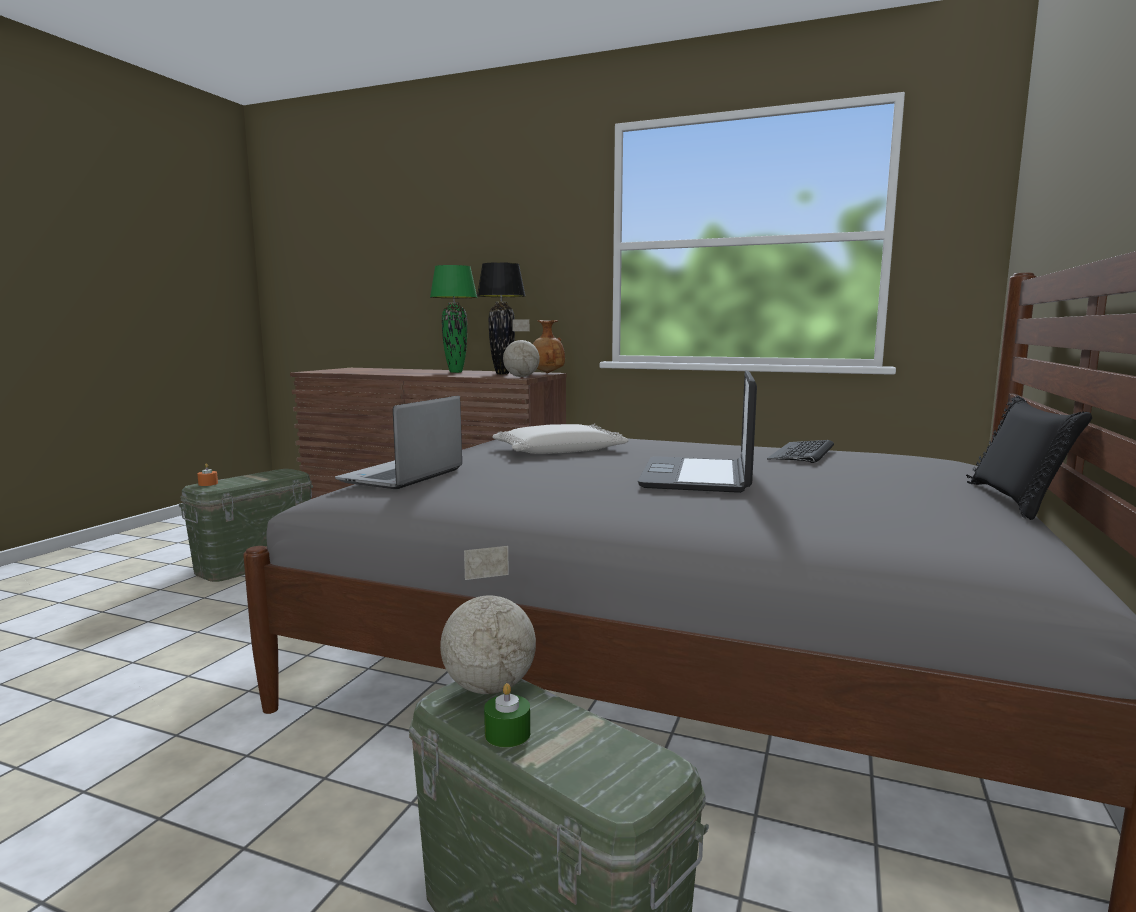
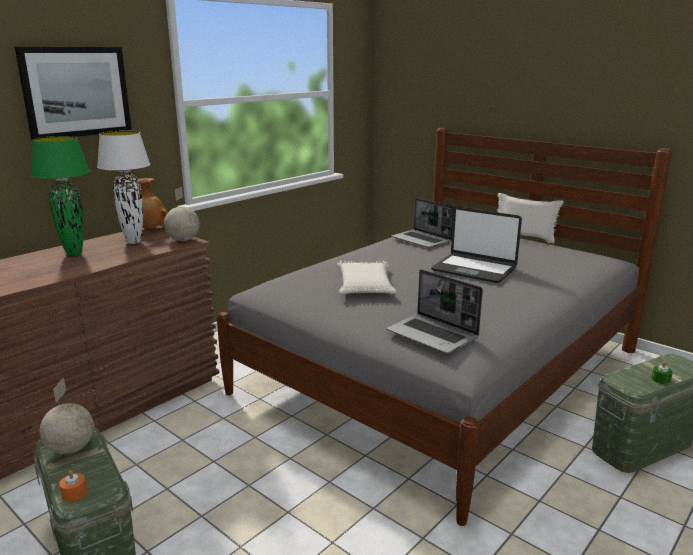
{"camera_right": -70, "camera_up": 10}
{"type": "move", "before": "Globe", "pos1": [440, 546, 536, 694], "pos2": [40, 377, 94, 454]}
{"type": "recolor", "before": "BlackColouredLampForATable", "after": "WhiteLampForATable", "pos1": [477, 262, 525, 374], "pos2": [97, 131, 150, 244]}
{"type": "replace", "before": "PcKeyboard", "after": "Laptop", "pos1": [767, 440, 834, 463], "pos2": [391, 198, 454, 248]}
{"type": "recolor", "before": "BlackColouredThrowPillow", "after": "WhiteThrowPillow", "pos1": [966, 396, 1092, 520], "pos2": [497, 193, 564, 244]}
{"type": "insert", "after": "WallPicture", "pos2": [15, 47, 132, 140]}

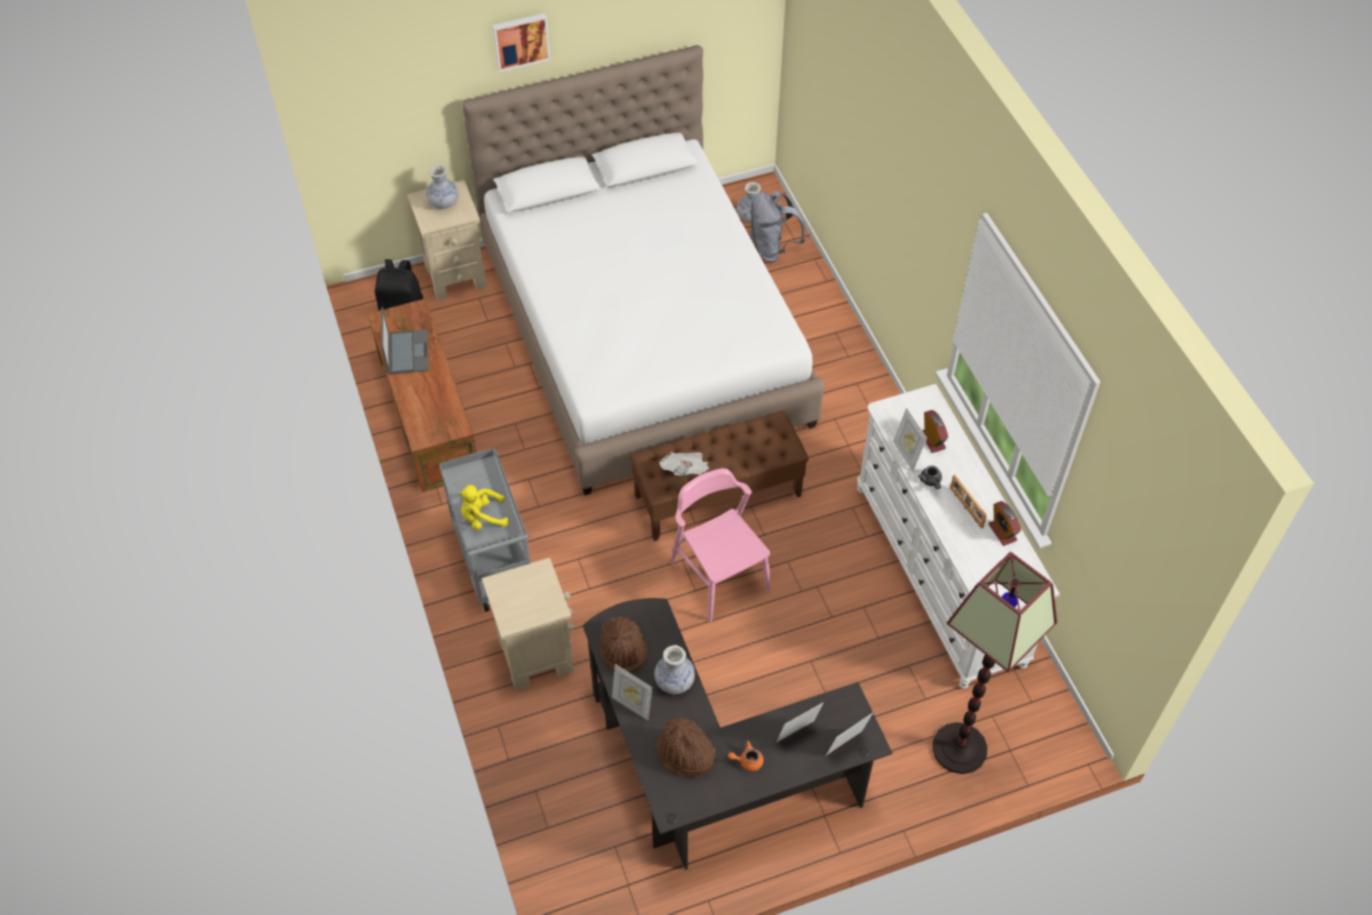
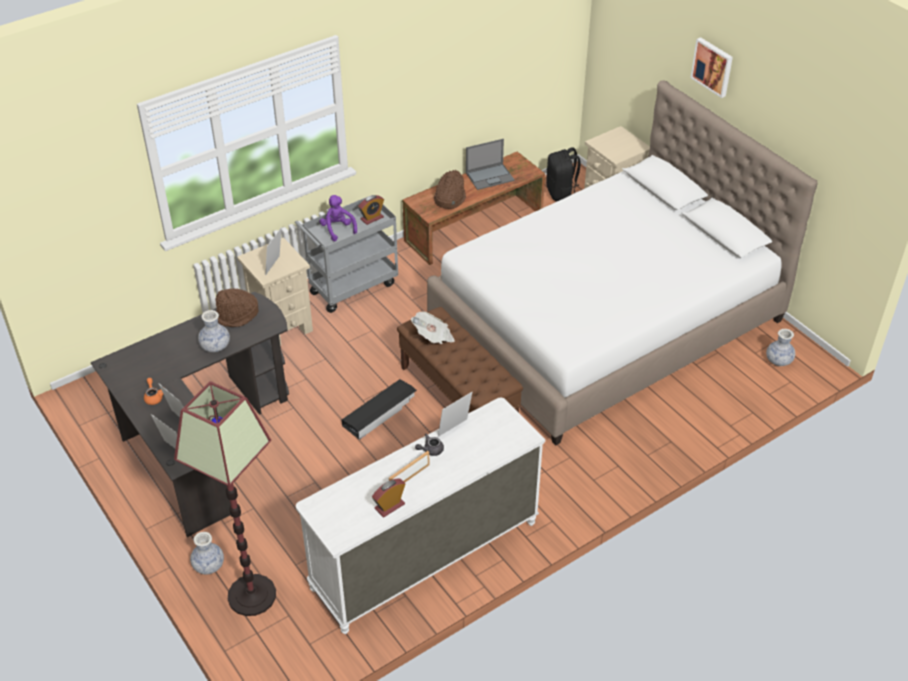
{"camera_right": 75, "camera_up": -10}
{"type": "move", "before": "FlowerVase", "pos1": [426, 165, 459, 209], "pos2": [190, 532, 224, 575]}
{"type": "recolor", "before": "YellowishPlushToy", "after": "PurplishPlushToy", "pos1": [458, 485, 509, 530], "pos2": [319, 195, 357, 241]}
{"type": "move", "before": "StandingFrame", "pos1": [612, 664, 652, 721], "pos2": [265, 227, 282, 275]}
{"type": "move", "before": "BrownWearableHat", "pos1": [656, 717, 715, 778], "pos2": [434, 170, 466, 209]}
{"type": "replace", "before": "PinkUprightChair", "after": "BlackColouredStorageBin", "pos1": [671, 468, 770, 622], "pos2": [342, 379, 417, 440]}
{"type": "delete", "before": "GreyRucksack", "pos1": [750, 191, 805, 262]}
{"type": "move", "before": "BedsideClock", "pos1": [922, 410, 948, 453], "pos2": [358, 195, 384, 225]}

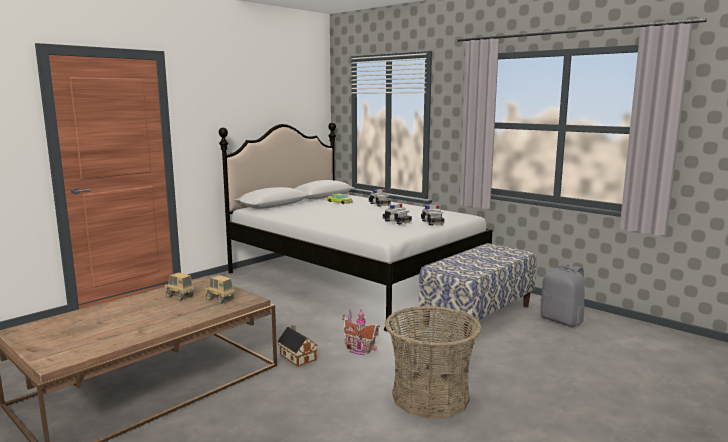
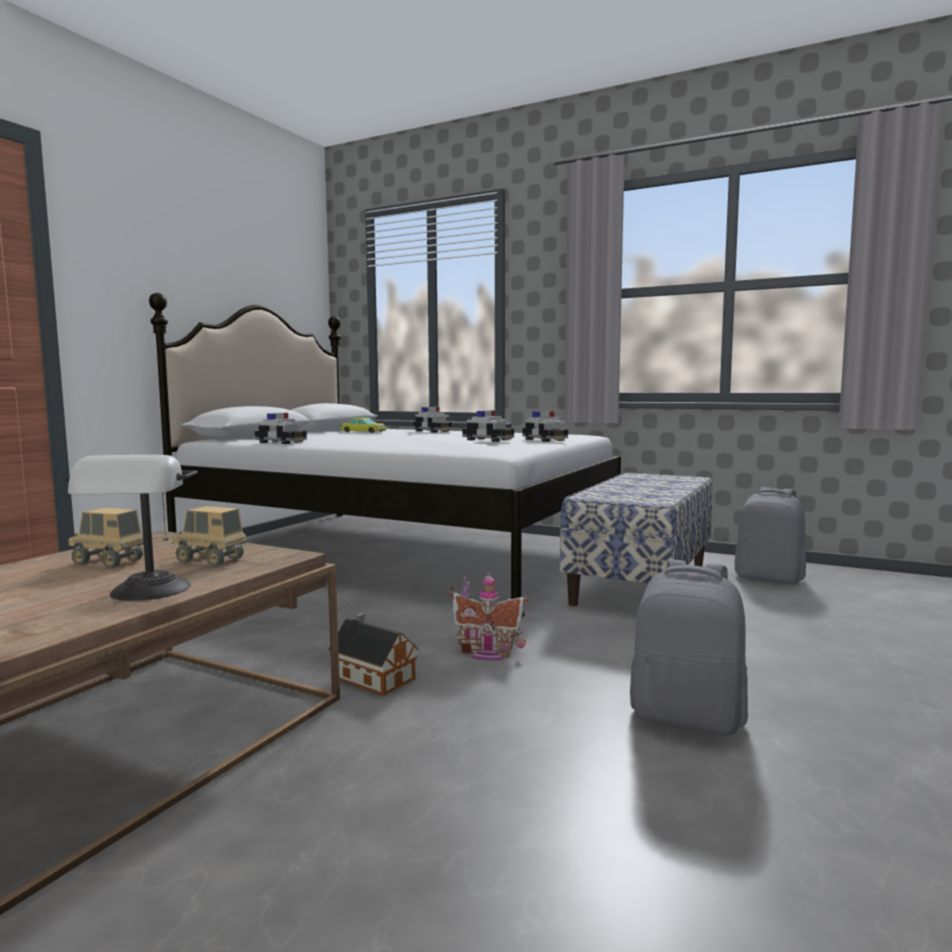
{"camera_right": -15, "camera_up": -5}
{"type": "replace", "before": "StorageBasket", "after": "GreyRucksack", "pos1": [385, 306, 482, 419], "pos2": [630, 560, 748, 735]}
{"type": "insert", "after": "LampForATable", "pos2": [65, 455, 198, 601]}
{"type": "insert", "after": "ModelCar", "pos2": [255, 413, 307, 444]}

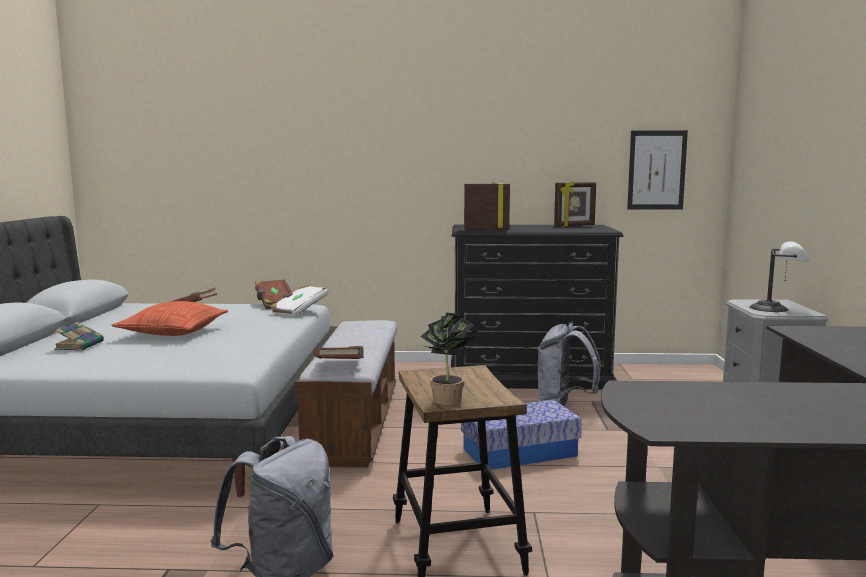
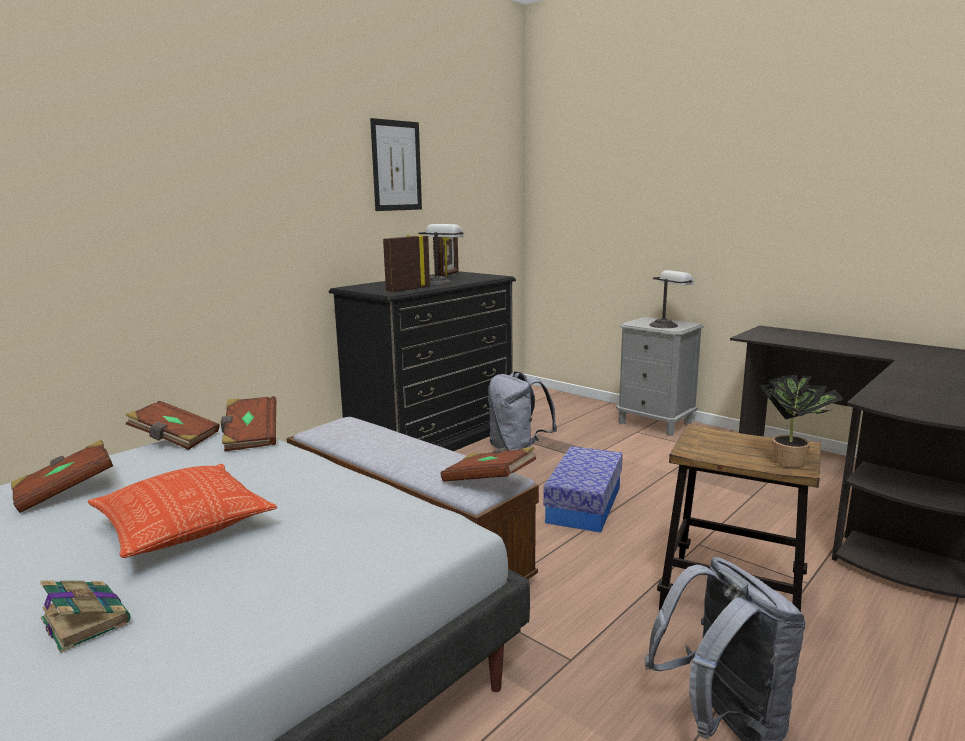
{"camera_right": -50, "camera_up": 5}
{"type": "recolor", "before": "WhiteVolume", "after": "BrownVolume", "pos1": [270, 285, 328, 316], "pos2": [221, 396, 276, 451]}
{"type": "move", "before": "WallPicture", "pos1": [627, 130, 688, 210], "pos2": [370, 118, 422, 211]}
{"type": "insert", "after": "LampForATable", "pos2": [418, 224, 464, 285]}

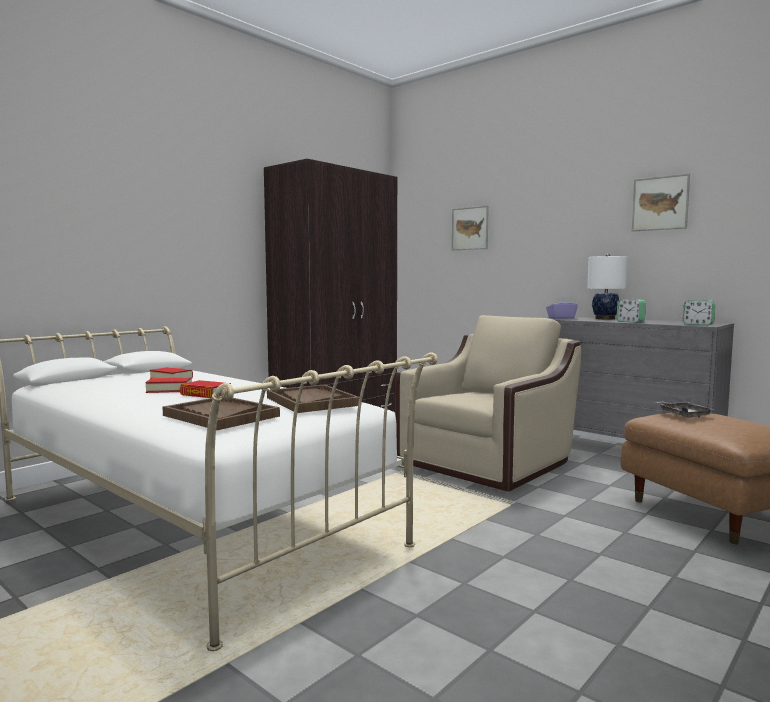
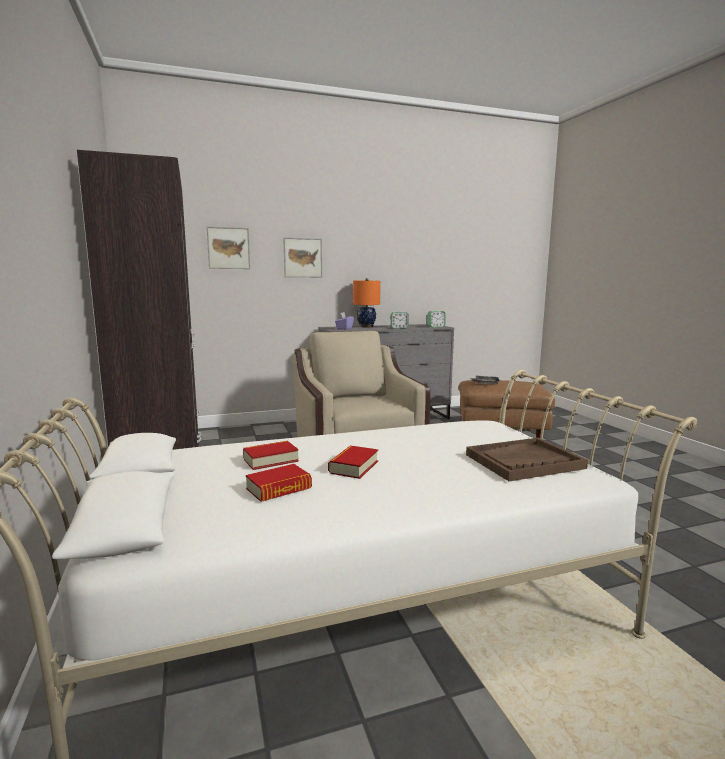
{"camera_right": -60, "camera_up": 5}
{"type": "move", "before": "Volume", "pos1": [180, 380, 231, 398], "pos2": [246, 464, 312, 502]}
{"type": "delete", "before": "BrownTray", "pos1": [267, 385, 360, 413]}
{"type": "recolor", "before": "WhiteLampForATable", "after": "OrangeLampForATable", "pos1": [587, 254, 628, 319], "pos2": [353, 278, 380, 327]}
{"type": "move", "before": "WallPicture", "pos1": [632, 173, 690, 232], "pos2": [283, 238, 322, 278]}

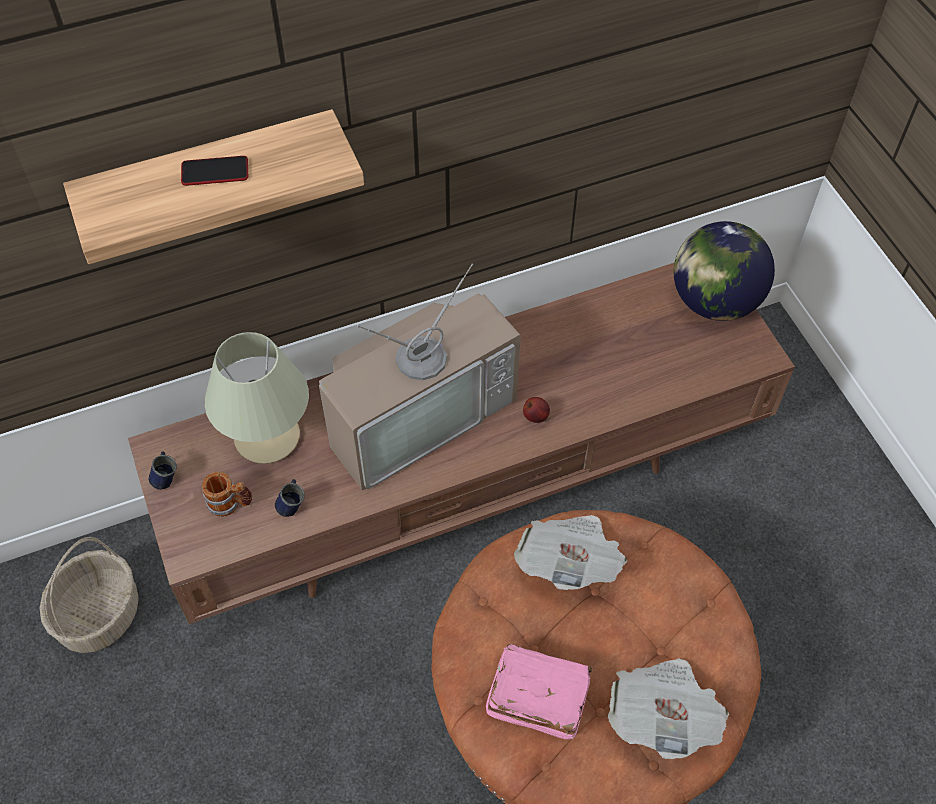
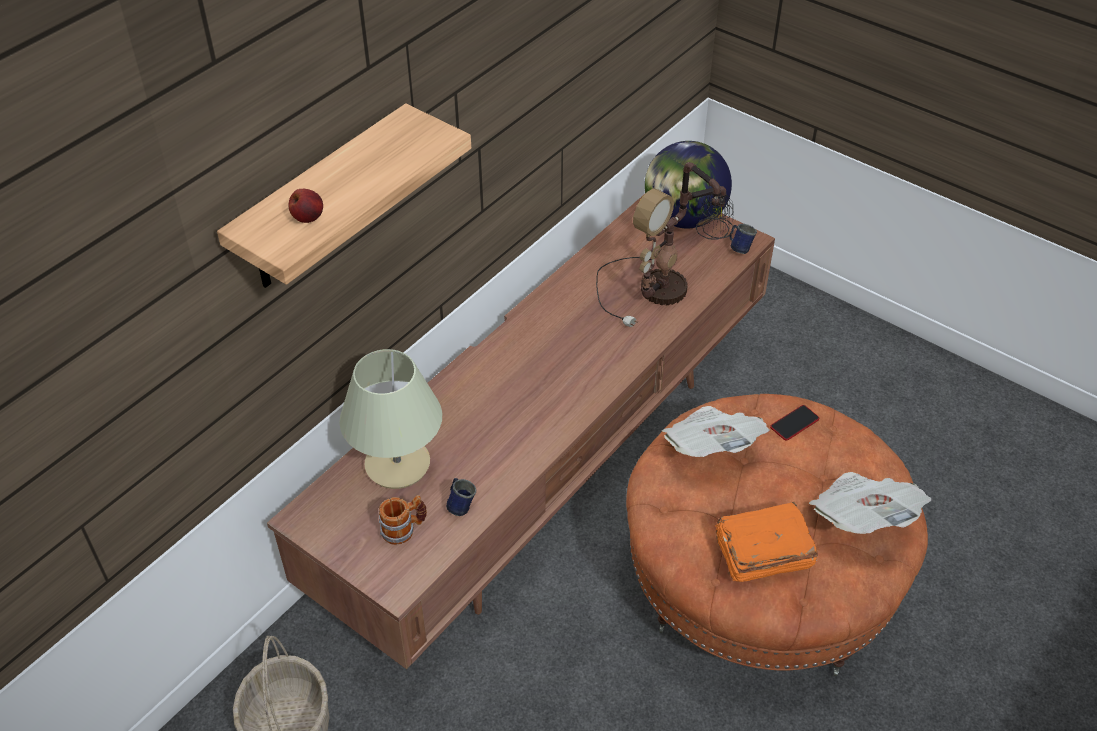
{"camera_right": -30, "camera_up": -10}
{"type": "move", "before": "BluishMug", "pos1": [149, 451, 177, 490], "pos2": [729, 224, 757, 254]}
{"type": "move", "before": "Phone", "pos1": [181, 156, 248, 186], "pos2": [770, 405, 819, 441]}
{"type": "delete", "before": "Tv", "pos1": [319, 264, 521, 490]}
{"type": "recolor", "before": "PinkVolume", "after": "OrangeVolume", "pos1": [486, 644, 593, 739], "pos2": [715, 502, 818, 582]}
{"type": "move", "before": "AppleFruit", "pos1": [523, 397, 550, 423], "pos2": [289, 189, 323, 223]}
{"type": "insert", "after": "LampForATable", "pos2": [596, 162, 734, 327]}

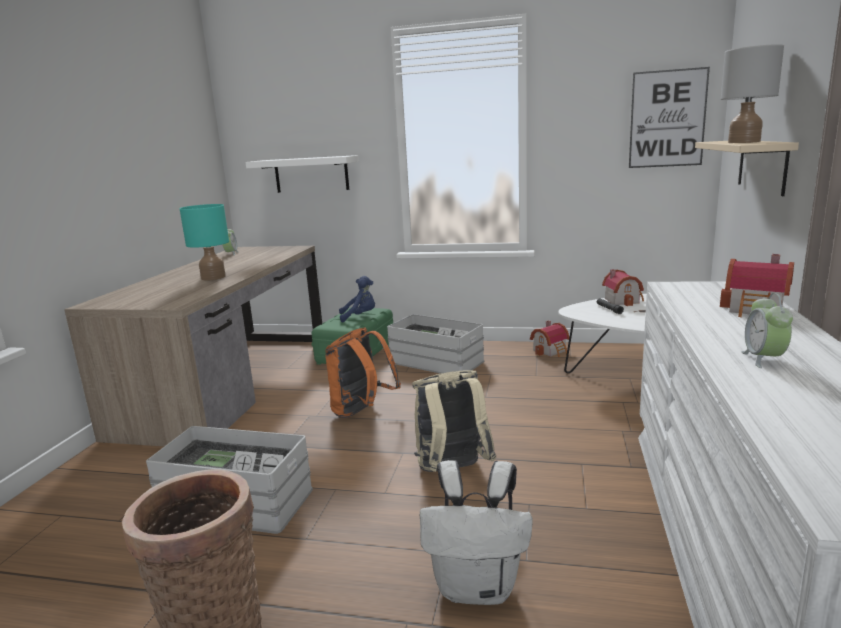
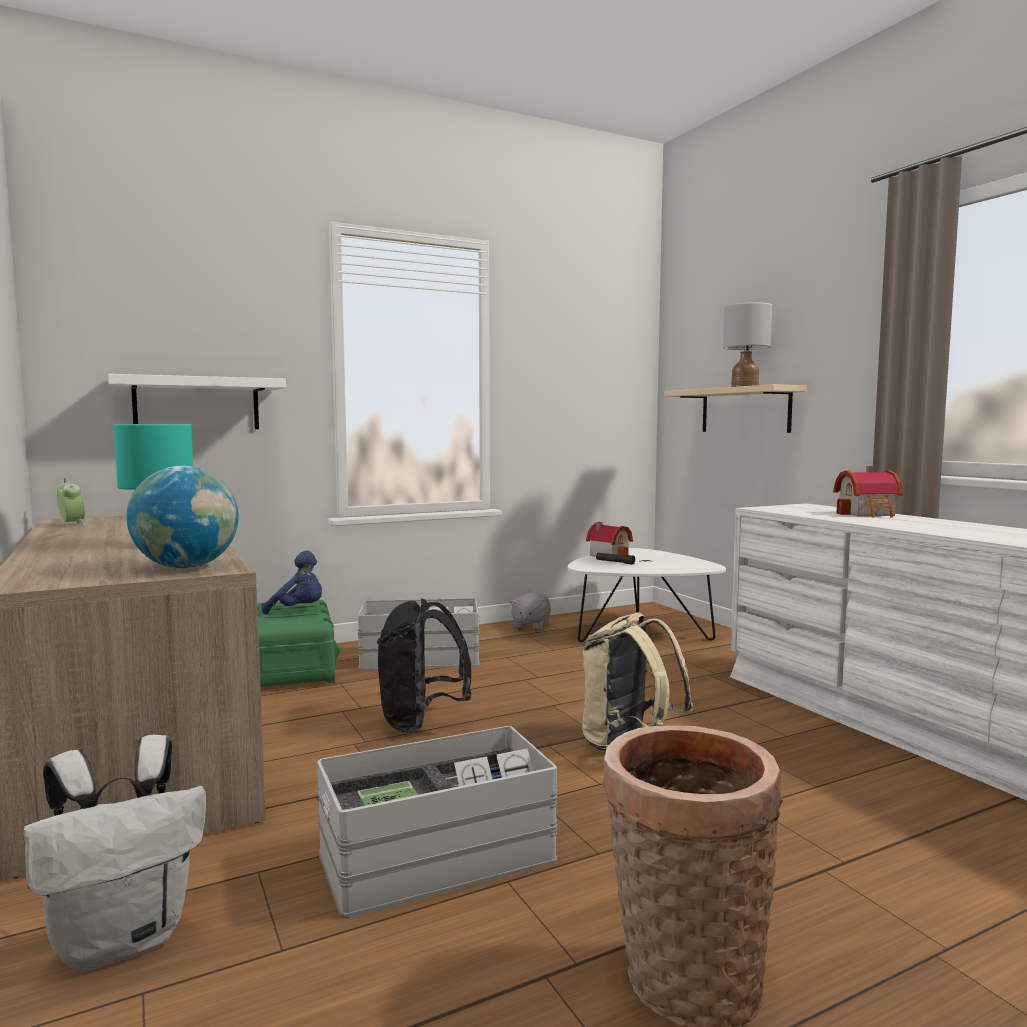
{"camera_right": -40, "camera_up": -10}
{"type": "recolor", "before": "OrangeRucksack", "after": "BlackColouredRucksack", "pos1": [326, 327, 401, 418], "pos2": [377, 598, 471, 733]}
{"type": "rotate", "before": "BluishPlushToy", "pos1": [339, 276, 375, 322], "pos2": [262, 550, 322, 614], "turn": 60}
{"type": "move", "before": "WhiteRucksack", "pos1": [420, 460, 533, 605], "pos2": [23, 735, 206, 970]}
{"type": "replace", "before": "ModelHouse", "after": "GreyPlushToy", "pos1": [530, 320, 569, 357], "pos2": [509, 592, 551, 632]}
{"type": "delete", "before": "WallPicture", "pos1": [629, 67, 710, 168]}
{"type": "delete", "before": "BedsideClock", "pos1": [741, 293, 793, 368]}
{"type": "insert", "after": "Globe", "pos2": [127, 466, 239, 568]}

